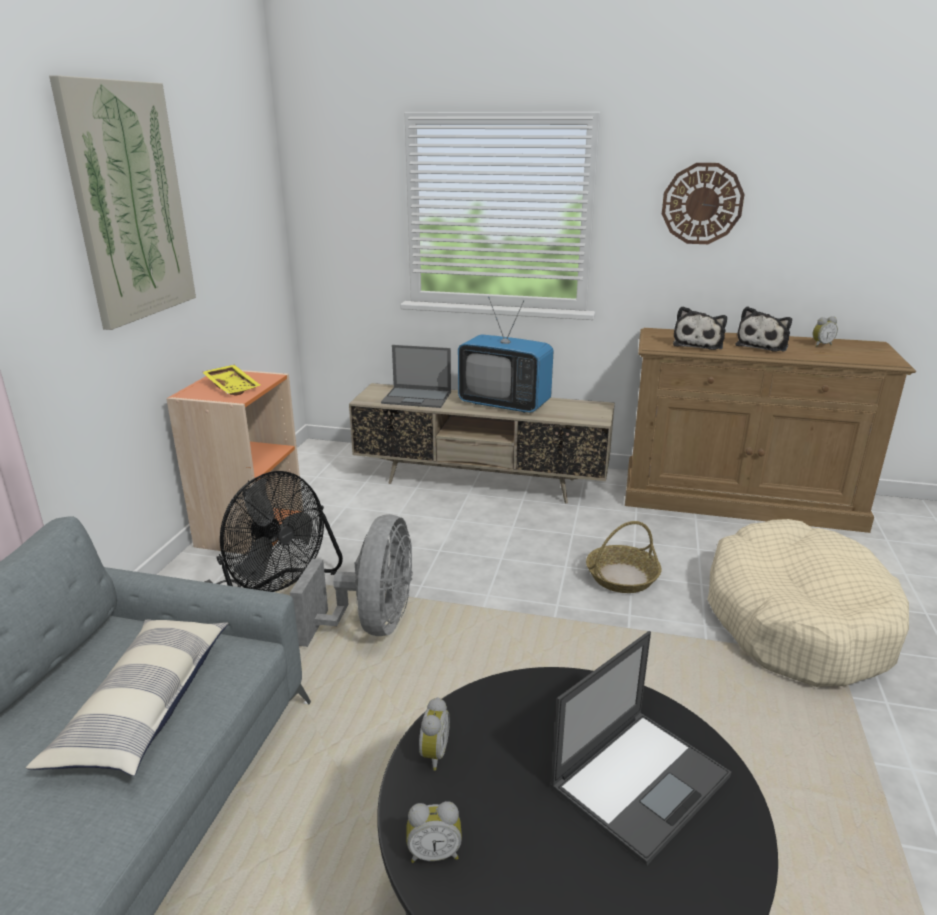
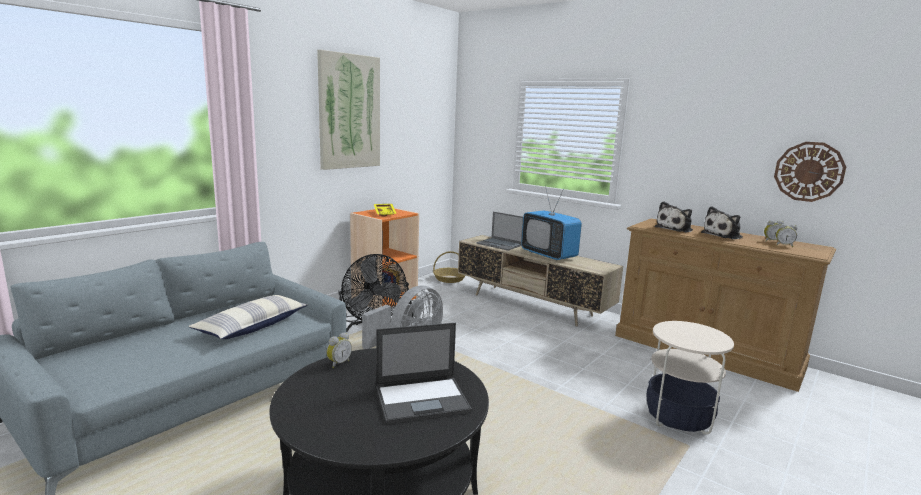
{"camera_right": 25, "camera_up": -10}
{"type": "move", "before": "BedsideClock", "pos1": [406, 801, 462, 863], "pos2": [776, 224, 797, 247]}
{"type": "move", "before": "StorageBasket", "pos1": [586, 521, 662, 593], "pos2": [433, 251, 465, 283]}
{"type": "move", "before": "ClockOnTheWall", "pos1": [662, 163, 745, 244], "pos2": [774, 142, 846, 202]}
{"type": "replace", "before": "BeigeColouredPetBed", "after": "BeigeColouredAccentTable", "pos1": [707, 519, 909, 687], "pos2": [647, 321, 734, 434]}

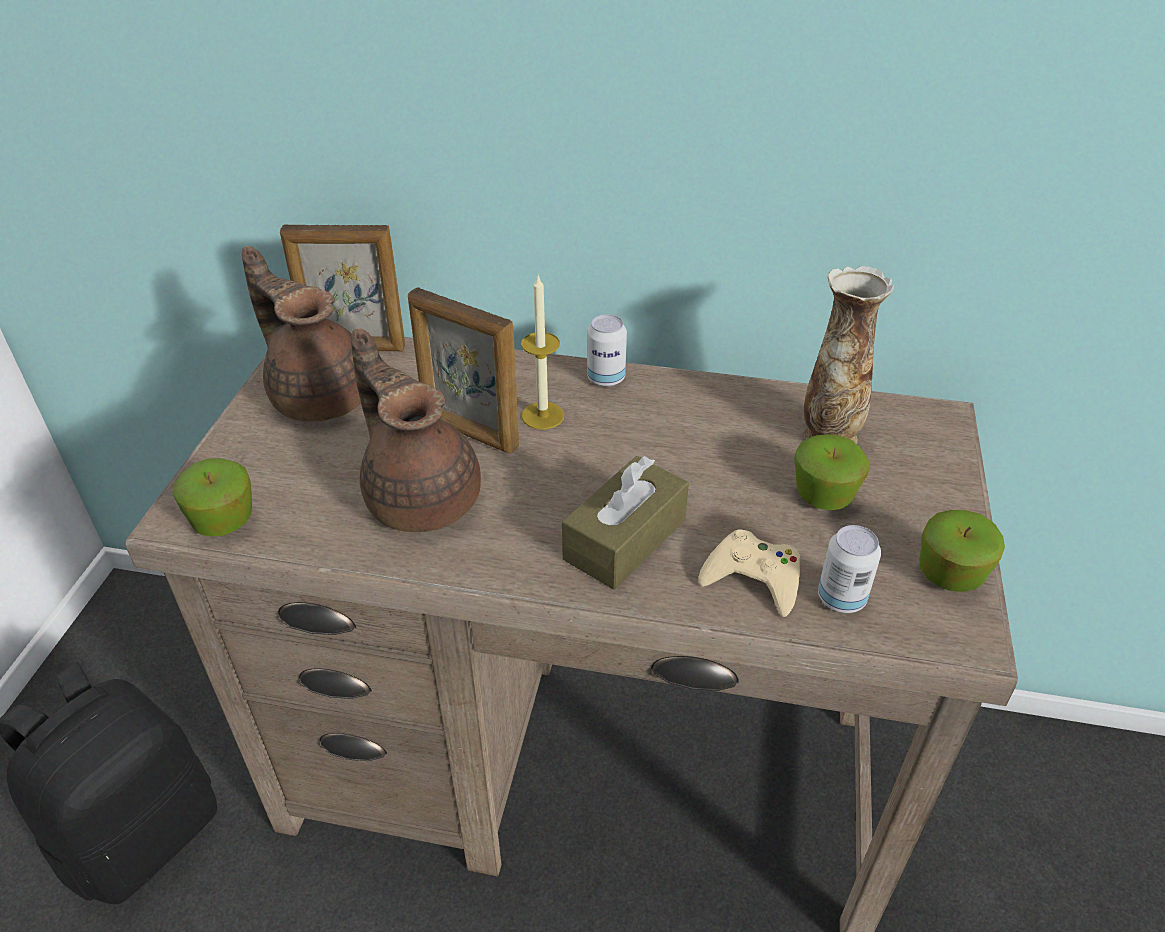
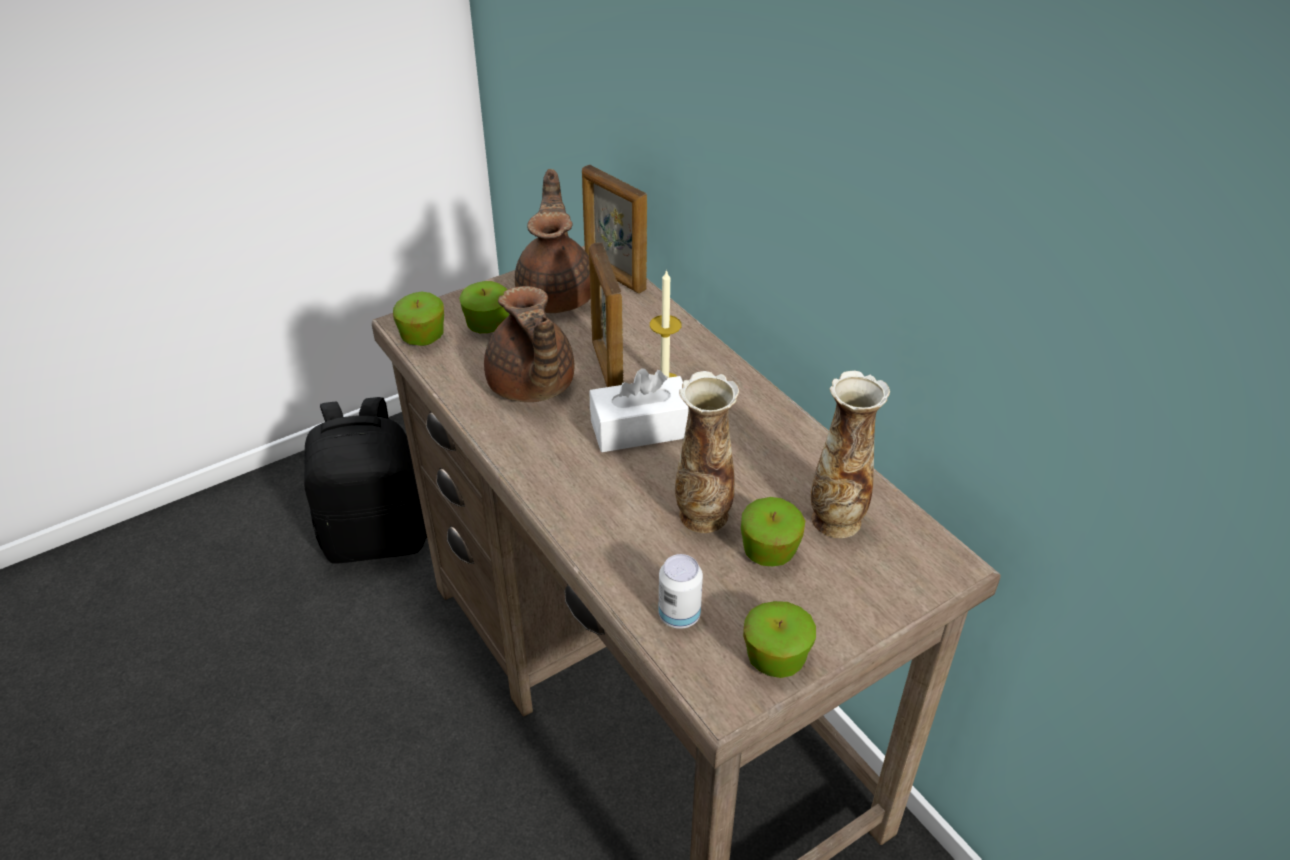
{"camera_right": 45, "camera_up": 0}
{"type": "rotate", "before": "BrownTeapot", "pos1": [351, 328, 481, 532], "pos2": [484, 286, 575, 402], "turn": 150}
{"type": "delete", "before": "BrownTissueBox", "pos1": [562, 456, 689, 590]}
{"type": "delete", "before": "SealedCan", "pos1": [587, 314, 627, 387]}
{"type": "delete", "before": "BeigeColouredJoypad", "pos1": [698, 530, 800, 617]}
{"type": "insert", "after": "AppleFruit", "pos2": [459, 281, 509, 333]}
{"type": "insert", "after": "WhiteTissueBox", "pos2": [590, 368, 688, 452]}
{"type": "insert", "after": "FlowerVase", "pos2": [675, 371, 739, 533]}

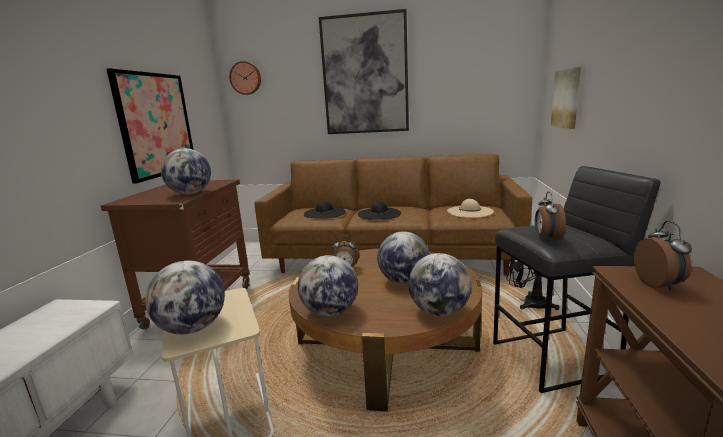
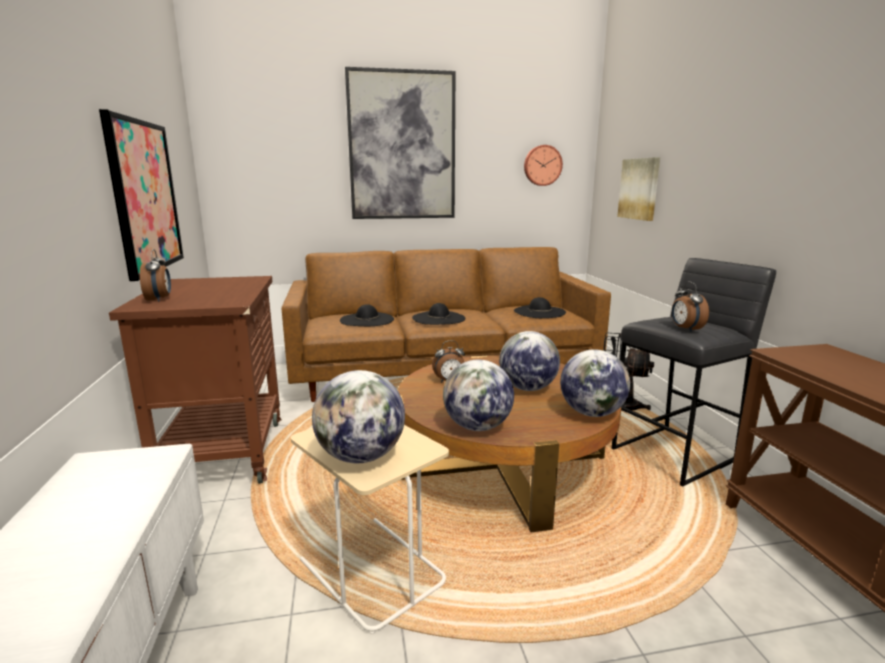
{"camera_right": -20, "camera_up": 0}
{"type": "delete", "before": "Globe", "pos1": [161, 148, 211, 194]}
{"type": "move", "before": "ClockOnTheWall", "pos1": [229, 61, 261, 95], "pos2": [524, 145, 563, 186]}
{"type": "recolor", "before": "BeigeColouredWearableHat", "after": "BlackColouredWearableHat", "pos1": [447, 199, 494, 218], "pos2": [514, 297, 566, 318]}
{"type": "move", "before": "BedsideClock", "pos1": [634, 221, 692, 291], "pos2": [140, 249, 171, 302]}

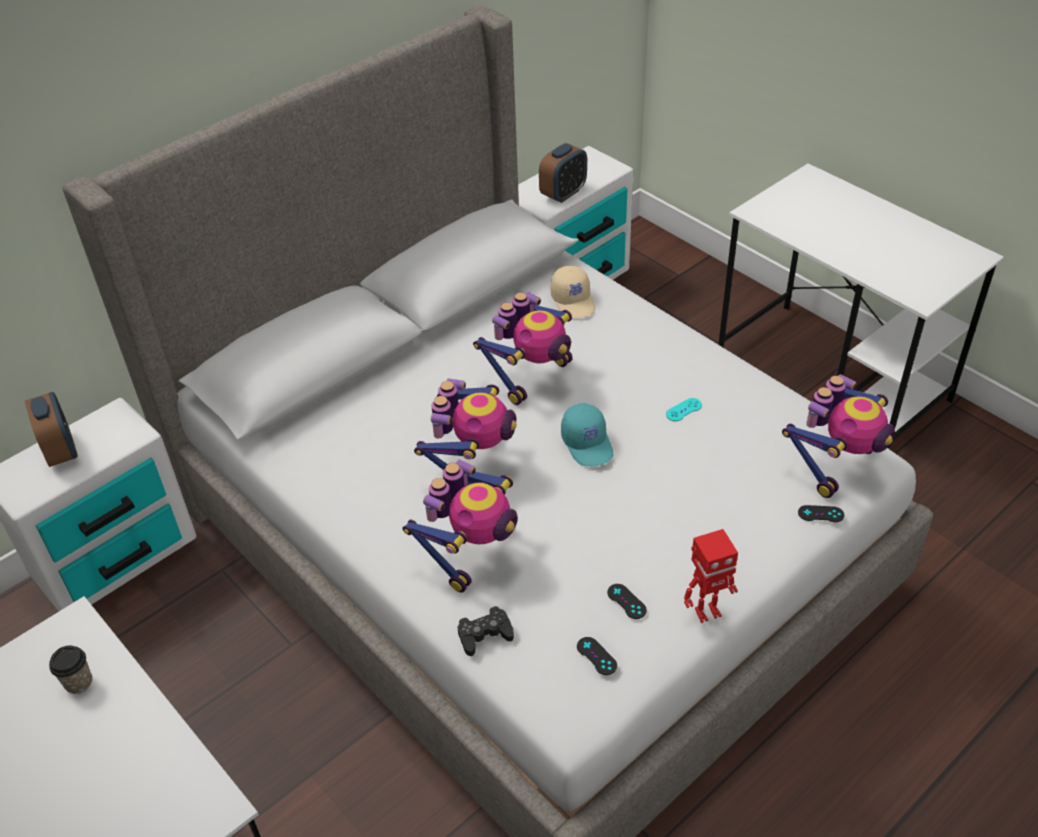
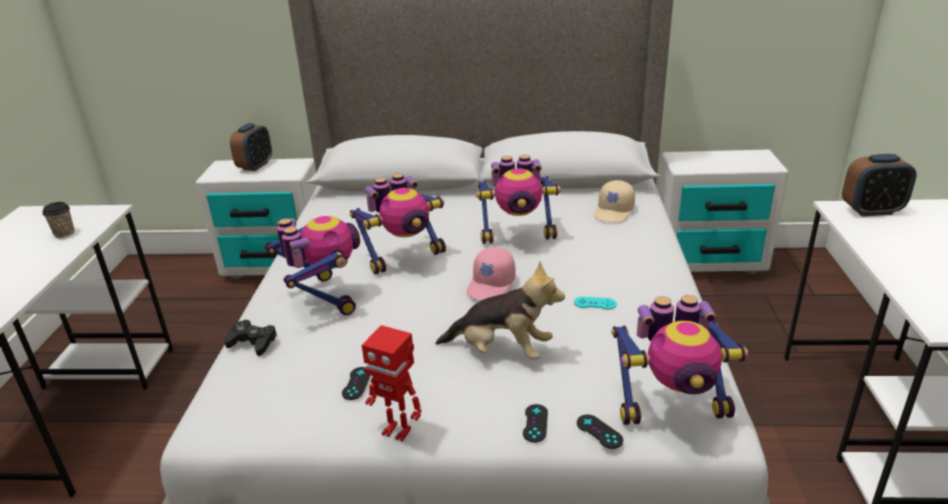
{"camera_right": 45, "camera_up": -15}
{"type": "rotate", "before": "RobotFigure", "pos1": [402, 460, 518, 593], "pos2": [265, 216, 360, 315], "turn": -105}
{"type": "move", "before": "BedsideClock", "pos1": [539, 143, 587, 203], "pos2": [842, 154, 917, 217]}
{"type": "recolor", "before": "TurquoisePeakedCap", "after": "PinkPeakedCap", "pos1": [561, 403, 613, 466], "pos2": [467, 247, 516, 300]}
{"type": "move", "before": "BlackColouredJoypad", "pos1": [577, 637, 617, 675], "pos2": [523, 404, 548, 443]}
{"type": "insert", "after": "PlushToy", "pos2": [435, 262, 565, 360]}

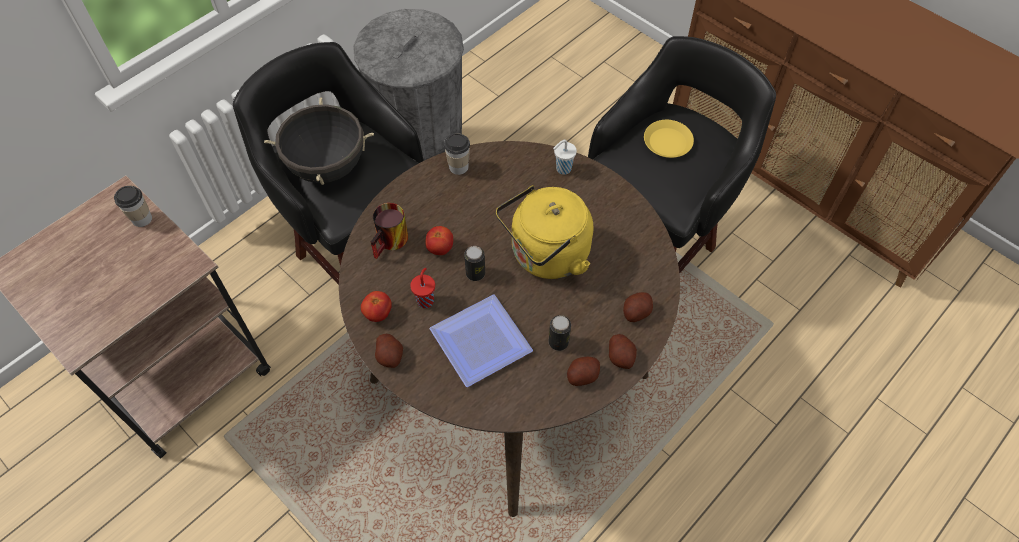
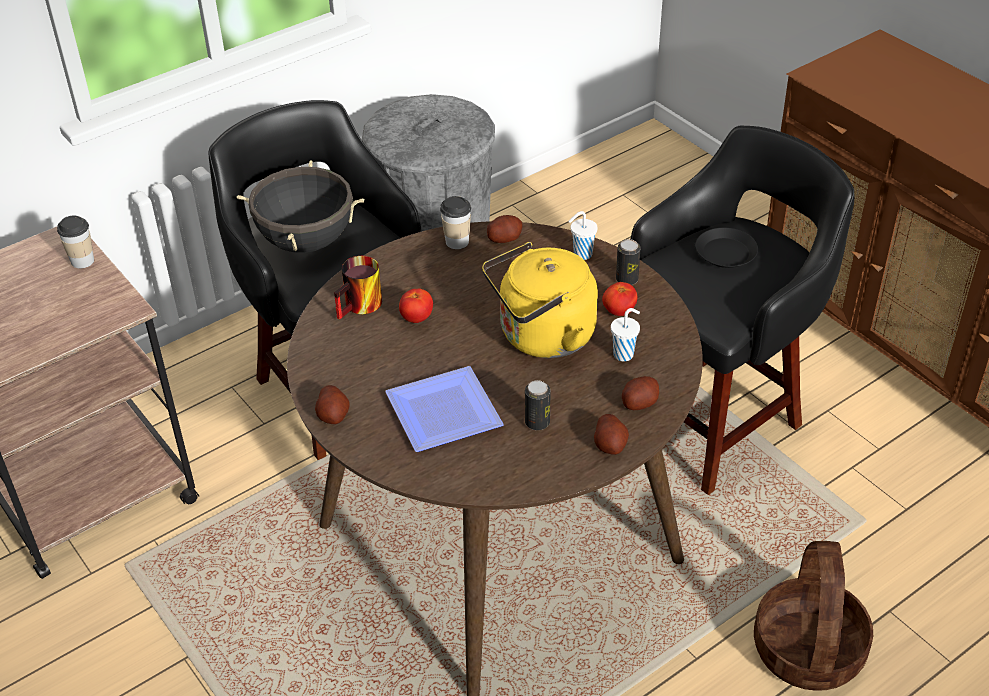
{"camera_right": 10, "camera_up": -15}
{"type": "move", "before": "FreshTomato", "pos1": [361, 291, 392, 322], "pos2": [602, 282, 637, 316]}
{"type": "delete", "before": "RedDrinkingCup", "pos1": [410, 268, 435, 308]}
{"type": "move", "before": "SealedCan", "pos1": [464, 246, 485, 281], "pos2": [616, 239, 641, 285]}
{"type": "move", "before": "Potato", "pos1": [567, 356, 600, 386], "pos2": [487, 215, 523, 243]}
{"type": "recolor", "before": "YellowishPlate", "after": "BlackColouredPlate", "pos1": [644, 120, 694, 158], "pos2": [695, 228, 758, 268]}
{"type": "insert", "after": "WhiteDrinkingCup", "pos2": [611, 308, 640, 361]}
{"type": "insert", "after": "StorageBasket", "pos2": [754, 541, 873, 691]}

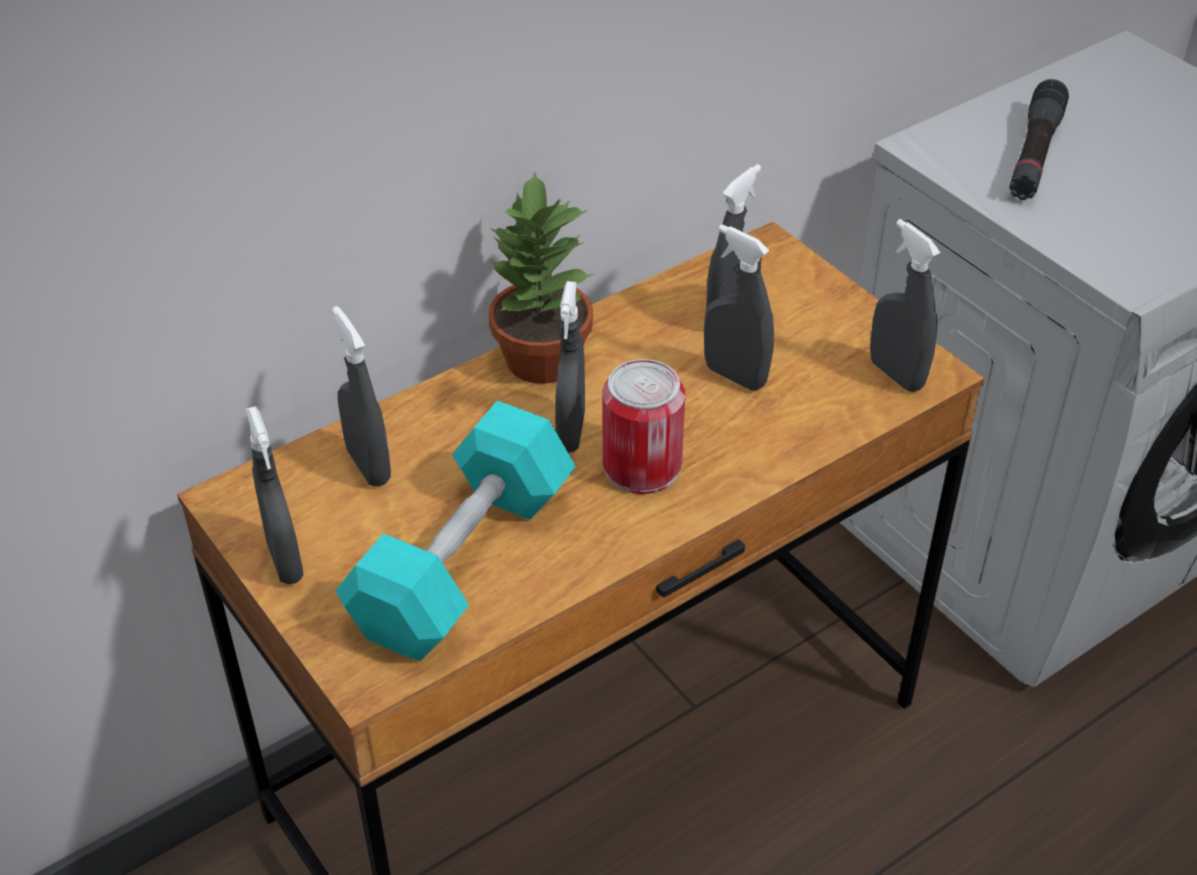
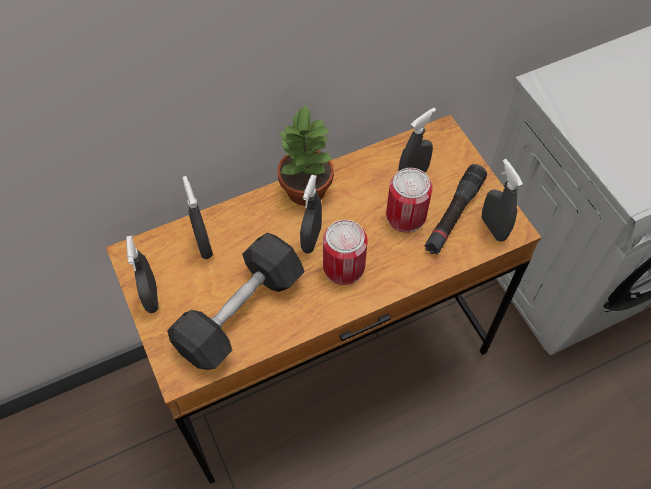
{"camera_right": 10, "camera_up": 15}
{"type": "recolor", "before": "TurquoiseHandWeight", "after": "GreyHandWeight", "pos1": [335, 400, 576, 661], "pos2": [167, 233, 305, 370]}
{"type": "replace", "before": "GreyHandSprayer", "after": "SealedCan", "pos1": [704, 224, 774, 391], "pos2": [386, 168, 432, 233]}
{"type": "move", "before": "BlackColouredHandTorch", "pos1": [1009, 79, 1069, 200], "pos2": [424, 164, 487, 255]}

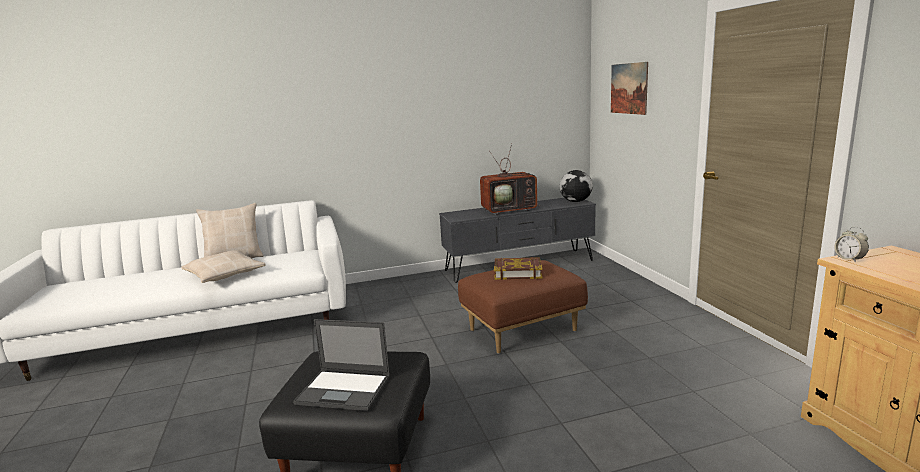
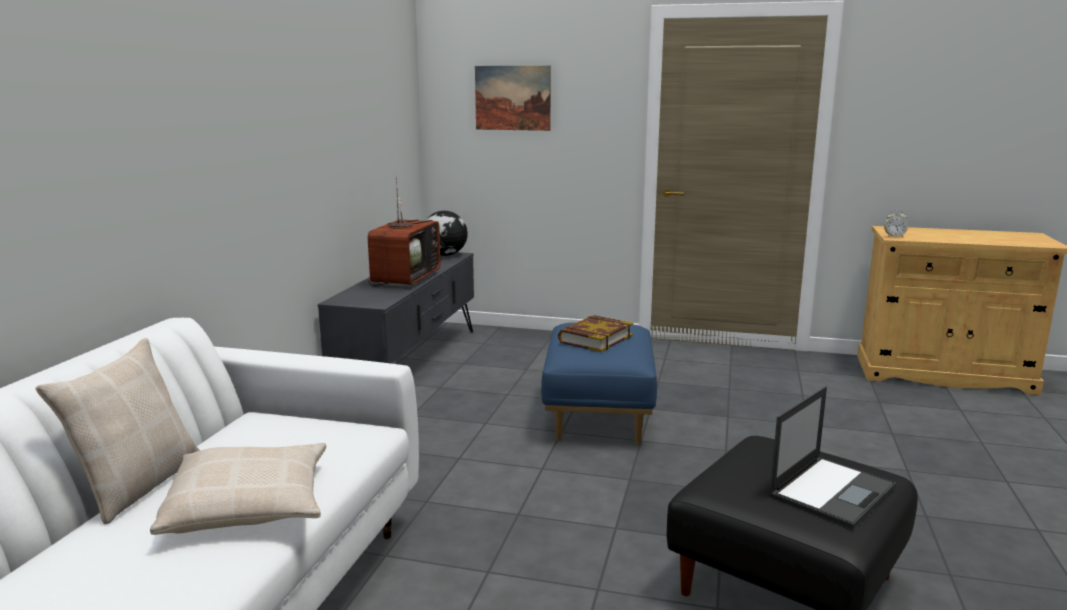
{"camera_right": -60, "camera_up": 0}
{"type": "recolor", "before": "BrownFootrest", "after": "BluishFootrest", "pos1": [458, 260, 588, 354], "pos2": [541, 323, 657, 445]}

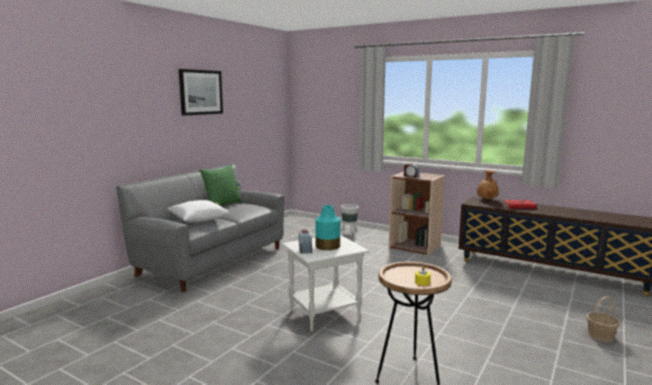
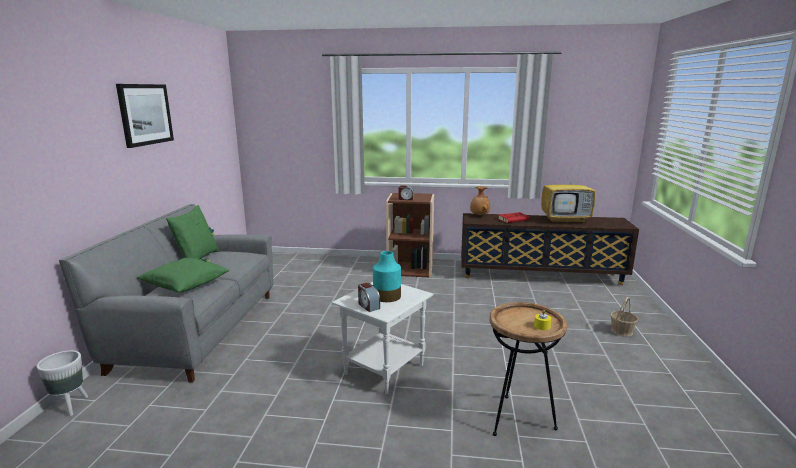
{"camera_right": -25, "camera_up": 5}
{"type": "recolor", "before": "WhiteThrowPillow", "after": "GreenishThrowPillow", "pos1": [167, 200, 230, 222], "pos2": [137, 258, 229, 293]}
{"type": "move", "before": "WhitePlanter", "pos1": [341, 204, 359, 235], "pos2": [37, 350, 88, 416]}
{"type": "insert", "after": "Tv", "pos2": [541, 168, 596, 223]}

